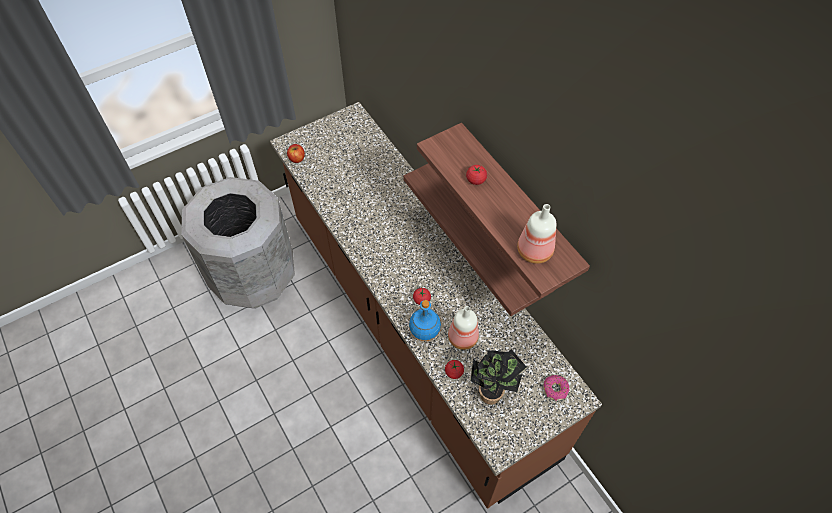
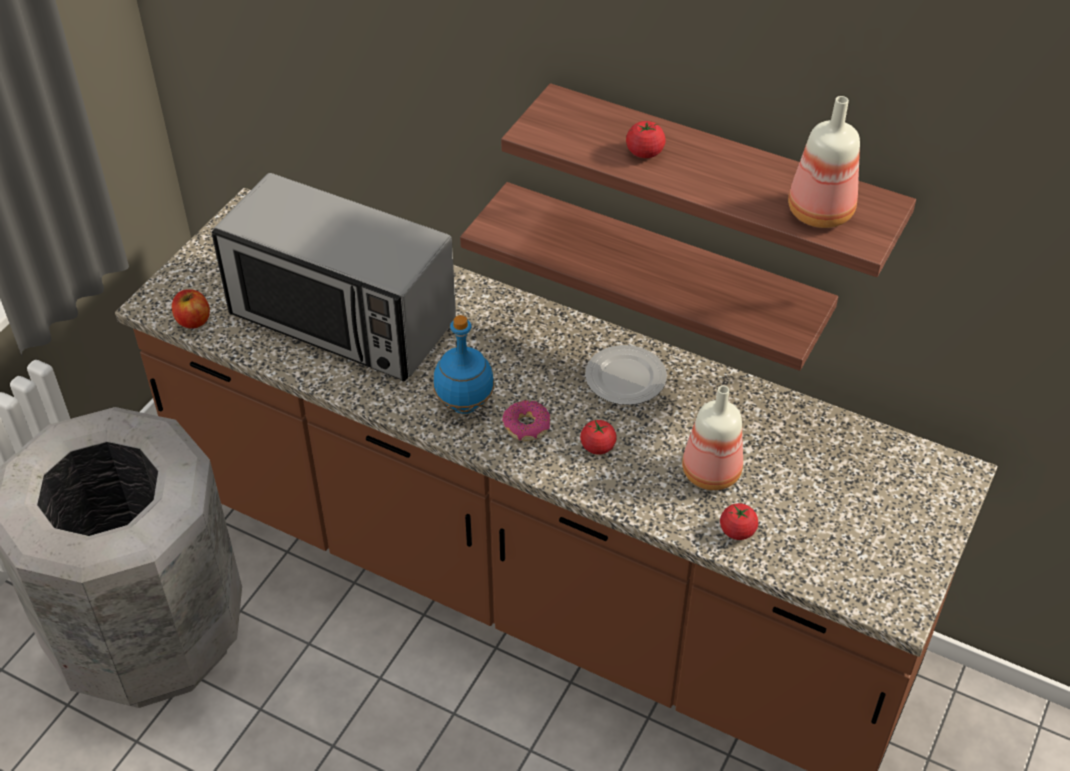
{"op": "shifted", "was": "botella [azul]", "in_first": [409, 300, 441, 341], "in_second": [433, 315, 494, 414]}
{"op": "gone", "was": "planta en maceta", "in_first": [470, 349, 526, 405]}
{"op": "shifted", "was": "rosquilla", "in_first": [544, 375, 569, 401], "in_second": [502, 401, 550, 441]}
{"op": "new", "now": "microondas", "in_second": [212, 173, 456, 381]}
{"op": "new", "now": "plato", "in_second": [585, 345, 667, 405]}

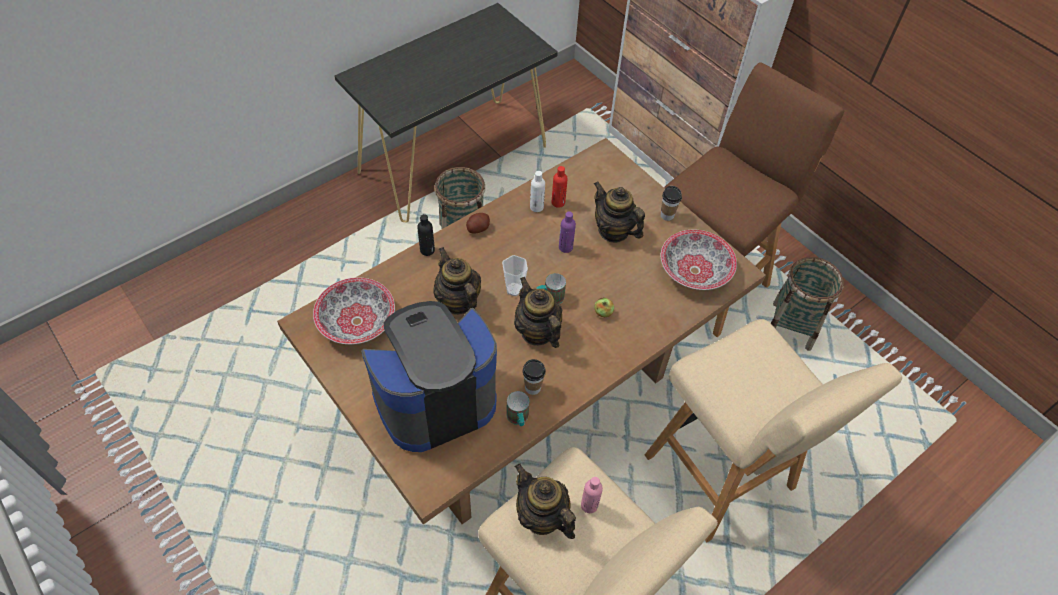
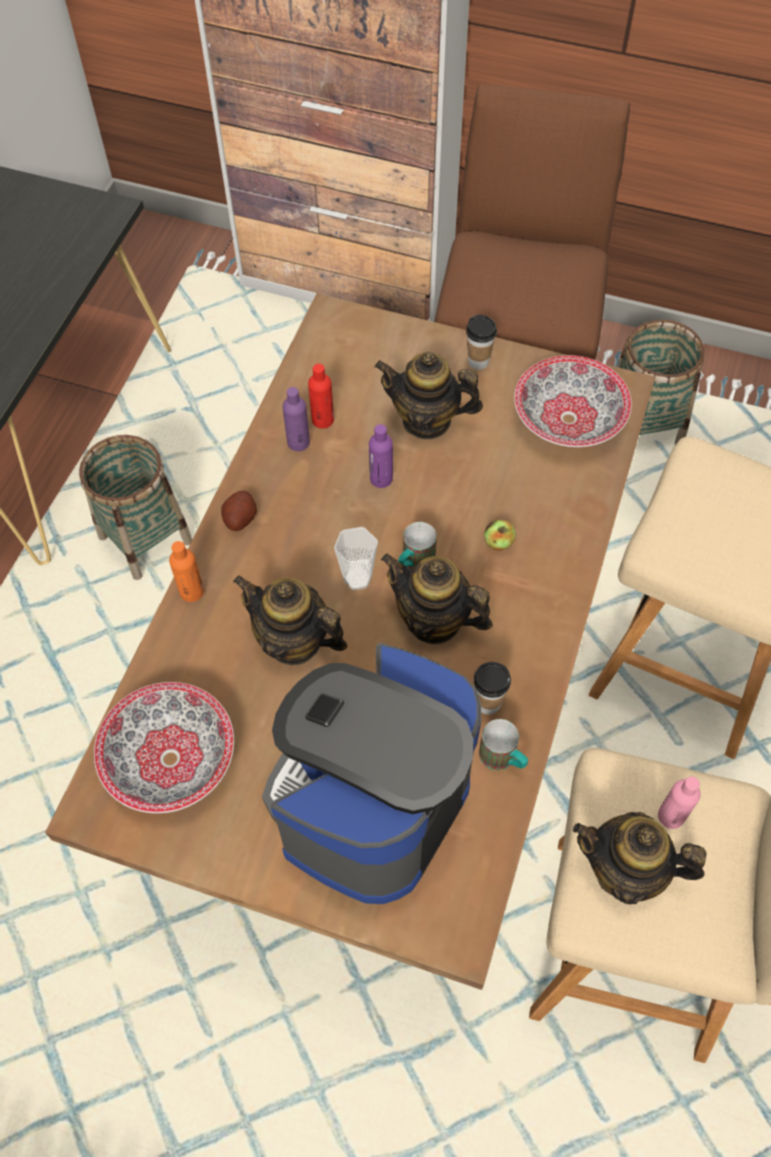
{"op": "repainted", "was": "botella [negro]", "now": "botella [naranja]", "in_first": [417, 214, 435, 256], "in_second": [169, 541, 204, 602]}
{"op": "repainted", "was": "botella [blanco]", "now": "botella [morado]", "in_first": [530, 171, 545, 212], "in_second": [283, 387, 310, 451]}

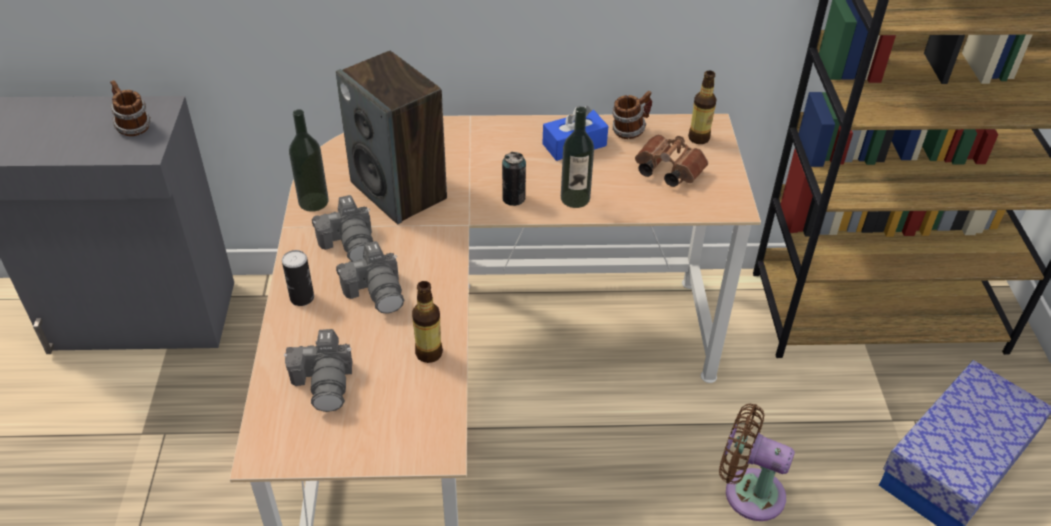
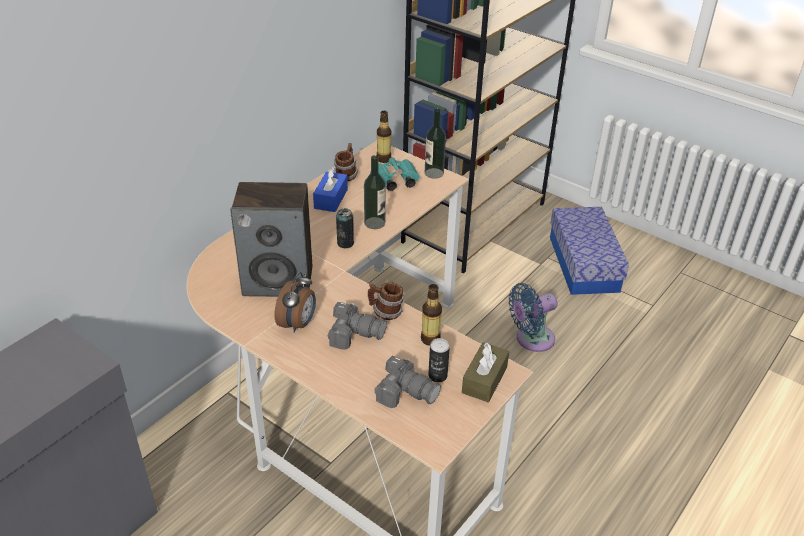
{"op": "shifted", "was": "taza grande", "in_first": [110, 80, 151, 136], "in_second": [368, 282, 404, 320]}
{"op": "shifted", "was": "lata", "in_first": [282, 250, 314, 306], "in_second": [428, 338, 450, 382]}
{"op": "shifted", "was": "botella", "in_first": [289, 109, 329, 212], "in_second": [425, 109, 446, 179]}
{"op": "swapped", "was": "cámara", "now": "despertador", "in_first": [312, 195, 373, 262], "in_second": [274, 272, 316, 333]}
{"op": "repainted", "was": "prismáticos [marrón]", "now": "prismáticos [turquesa]", "in_first": [635, 134, 708, 187], "in_second": [370, 157, 420, 191]}
{"op": "repainted", "was": "ventilador [marrón]", "now": "ventilador [azul]", "in_first": [719, 404, 795, 521], "in_second": [509, 283, 558, 352]}
{"op": "new", "now": "caja de pañuelos [marrón]", "in_second": [462, 342, 509, 403]}

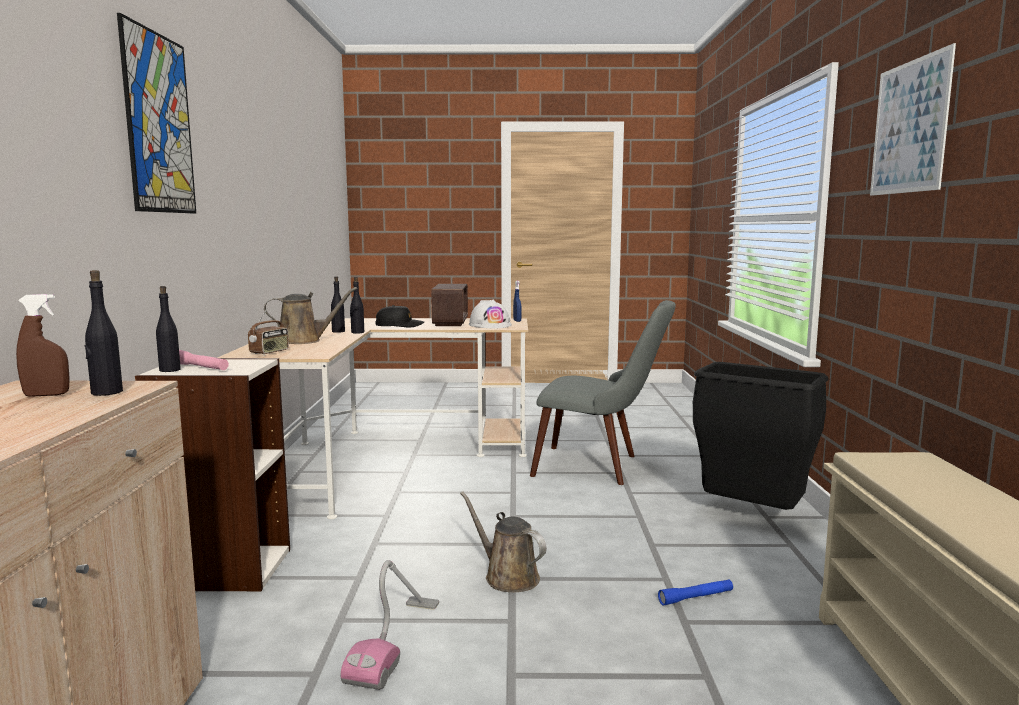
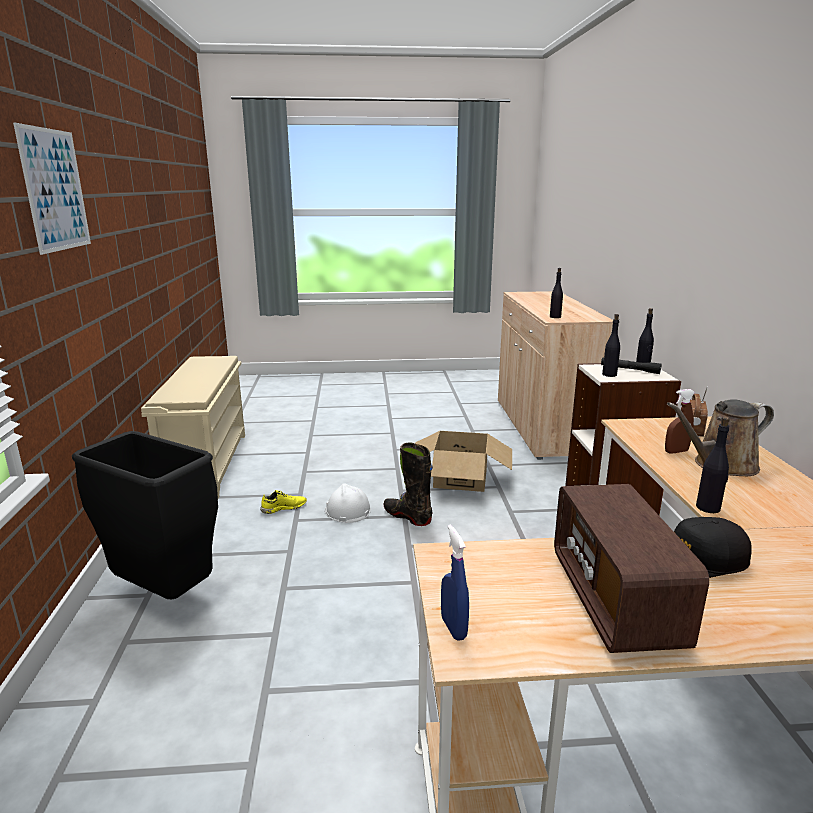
{"op": "shifted", "was": "pulverizador [marrón]", "in_first": [16, 294, 70, 397], "in_second": [665, 389, 695, 453]}
{"op": "gone", "was": "cuadro", "in_first": [117, 13, 196, 213]}
{"op": "repainted", "was": "linterna [rosa]", "now": "linterna [negro]", "in_first": [179, 350, 229, 370], "in_second": [601, 358, 662, 374]}
{"op": "shifted", "was": "botella [negro]", "in_first": [331, 276, 345, 333], "in_second": [602, 314, 620, 377]}
{"op": "swapped", "was": "aspiradora", "now": "caja de cartón", "in_first": [340, 560, 439, 690], "in_second": [415, 431, 512, 492]}
{"op": "swapped", "was": "regadera [marrón]", "now": "bota [negro]", "in_first": [460, 491, 547, 592], "in_second": [383, 443, 433, 526]}
{"op": "shifted", "was": "casco [blanco]", "in_first": [469, 300, 512, 329], "in_second": [325, 483, 371, 523]}
{"op": "gone", "was": "silla [gris]", "in_first": [530, 300, 676, 485]}
{"op": "swapped", "was": "linterna [azul]", "now": "zapato [amarillo]", "in_first": [658, 579, 733, 605], "in_second": [260, 490, 307, 514]}

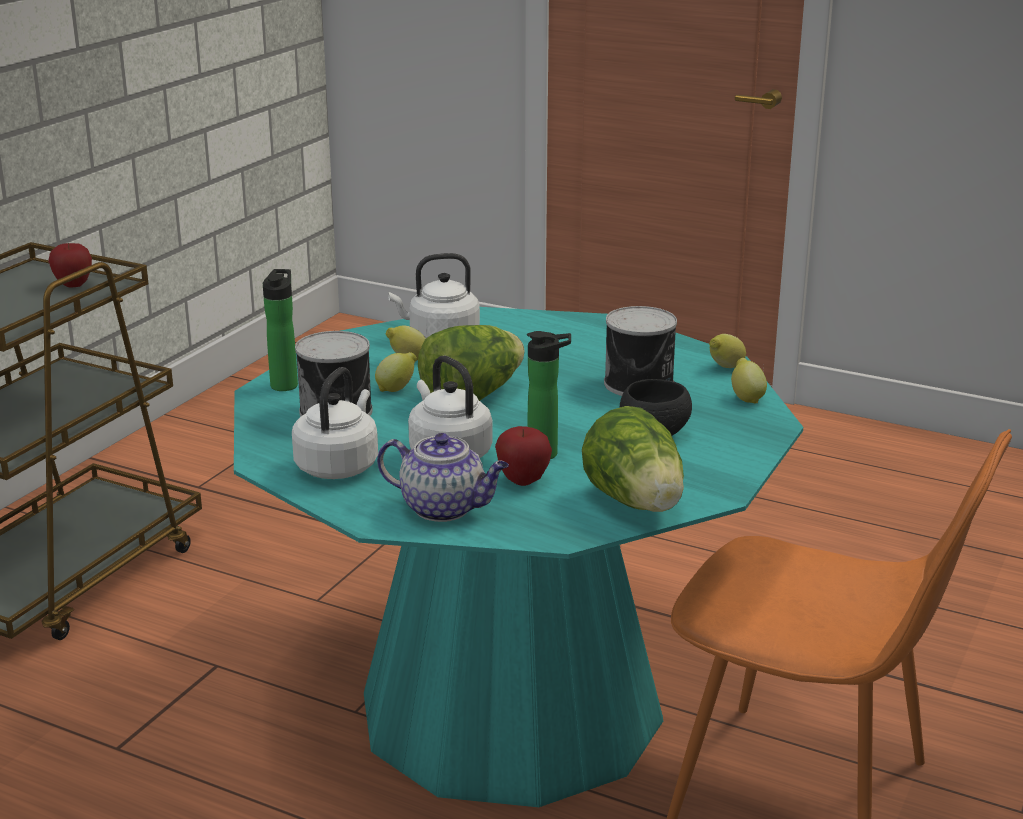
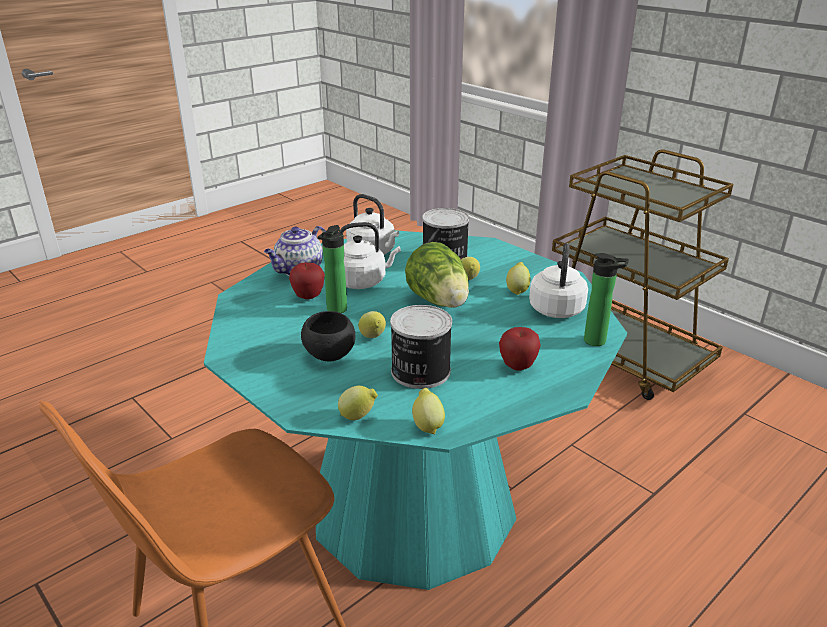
{"op": "shifted", "was": "manzana", "in_first": [48, 243, 92, 288], "in_second": [499, 327, 541, 371]}
{"op": "shifted", "was": "botella", "in_first": [263, 269, 298, 391], "in_second": [584, 253, 629, 346]}
{"op": "gone", "was": "lechuga", "in_first": [582, 406, 684, 512]}
{"op": "new", "now": "limón", "in_second": [358, 311, 386, 338]}

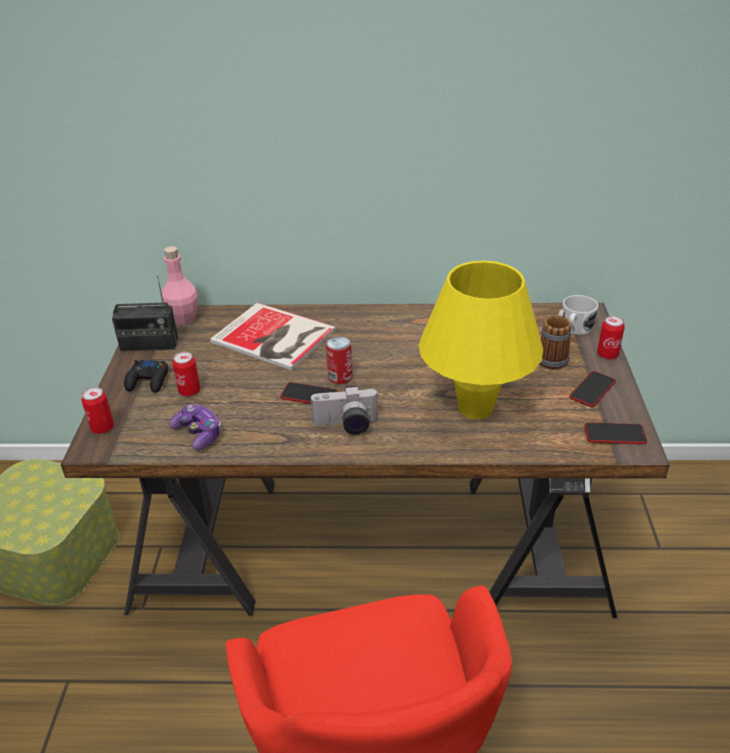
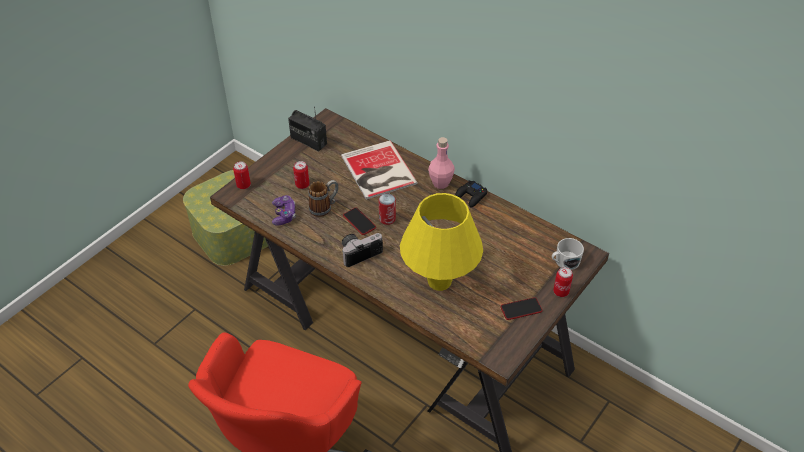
{"op": "shifted", "was": "mando de consola [negro]", "in_first": [124, 360, 168, 393], "in_second": [455, 180, 487, 207]}
{"op": "shifted", "was": "botella [rosa]", "in_first": [161, 246, 198, 325], "in_second": [428, 137, 455, 189]}
{"op": "rotated", "was": "cámara", "in_first": [310, 386, 379, 435], "in_second": [342, 233, 383, 267], "clockwise": 120}
{"op": "shifted", "was": "taza grande", "in_first": [540, 309, 571, 369], "in_second": [309, 180, 339, 217]}
{"op": "gone", "was": "móvil", "in_first": [584, 422, 647, 444]}

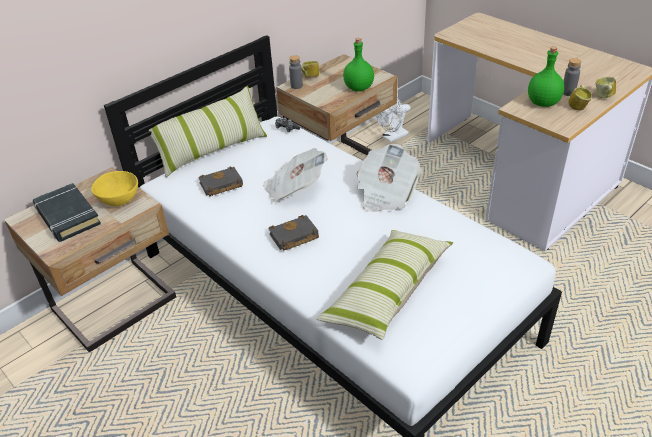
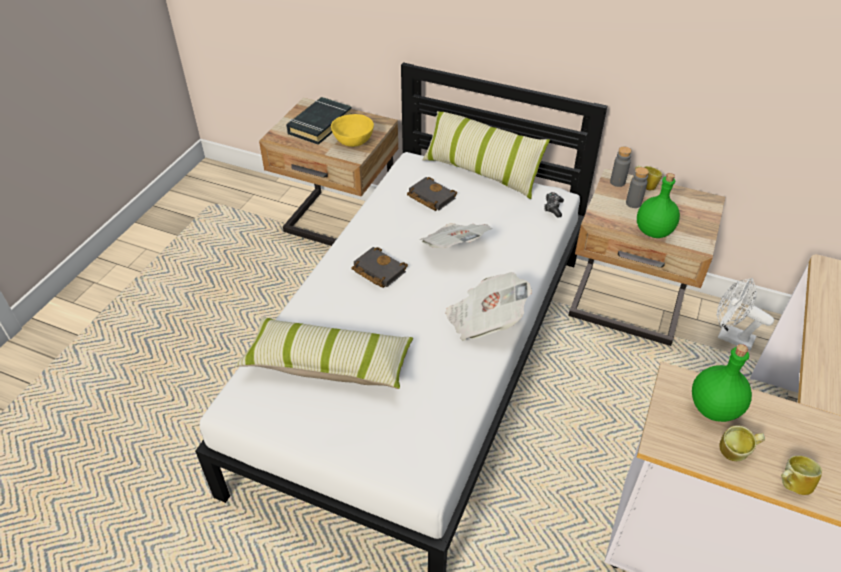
{"op": "shifted", "was": "botella [gris]", "in_first": [563, 58, 581, 96], "in_second": [626, 167, 649, 208]}

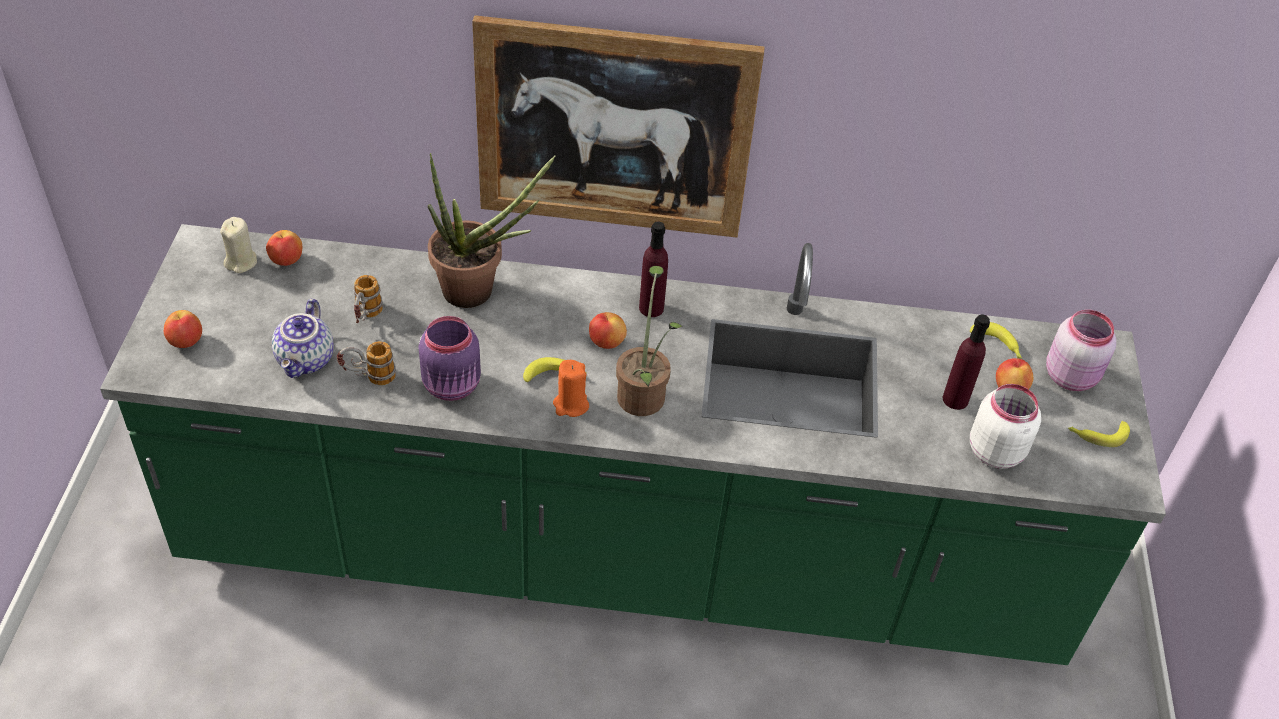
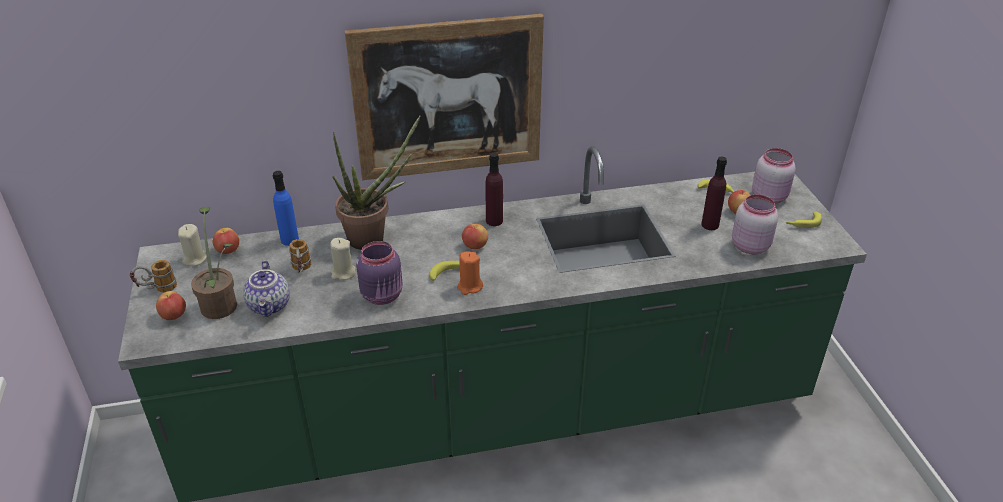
{"op": "shifted", "was": "taza grande", "in_first": [337, 341, 396, 385], "in_second": [130, 260, 177, 292]}
{"op": "shifted", "was": "planta en maceta", "in_first": [616, 266, 682, 416], "in_second": [191, 207, 237, 319]}
{"op": "repainted", "was": "tarro [blanco]", "now": "tarro [rosa]", "in_first": [970, 384, 1041, 469], "in_second": [732, 195, 778, 255]}
{"op": "new", "now": "botella [azul]", "in_second": [273, 171, 299, 246]}
{"op": "new", "now": "vela [beis]", "in_second": [330, 238, 356, 280]}

